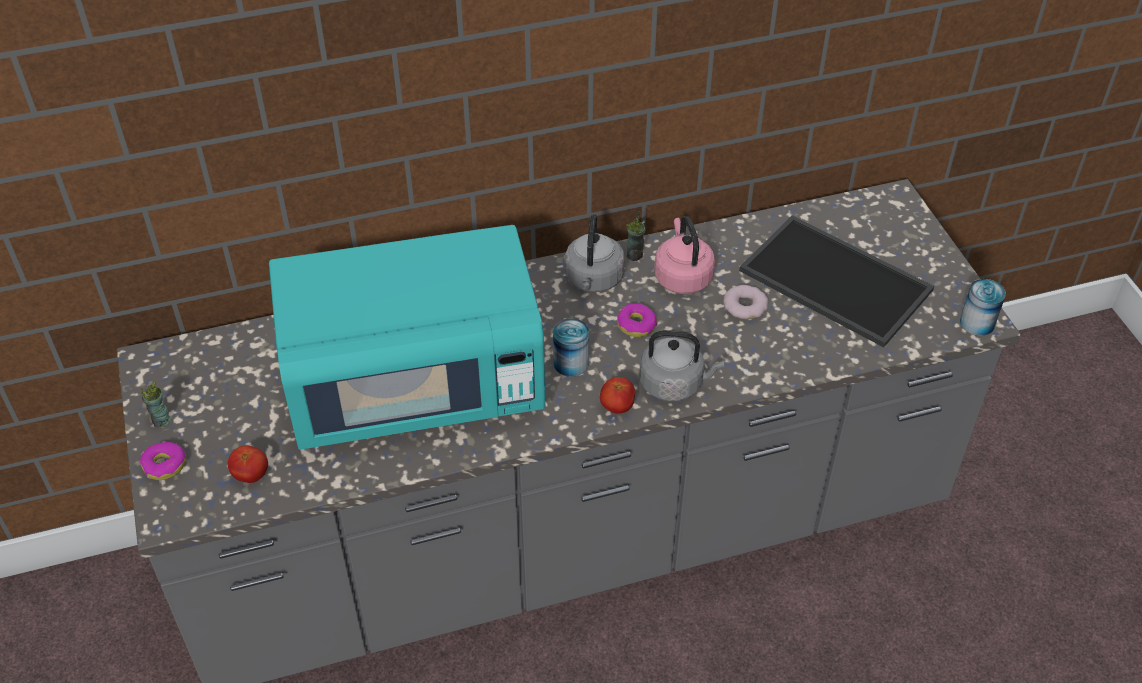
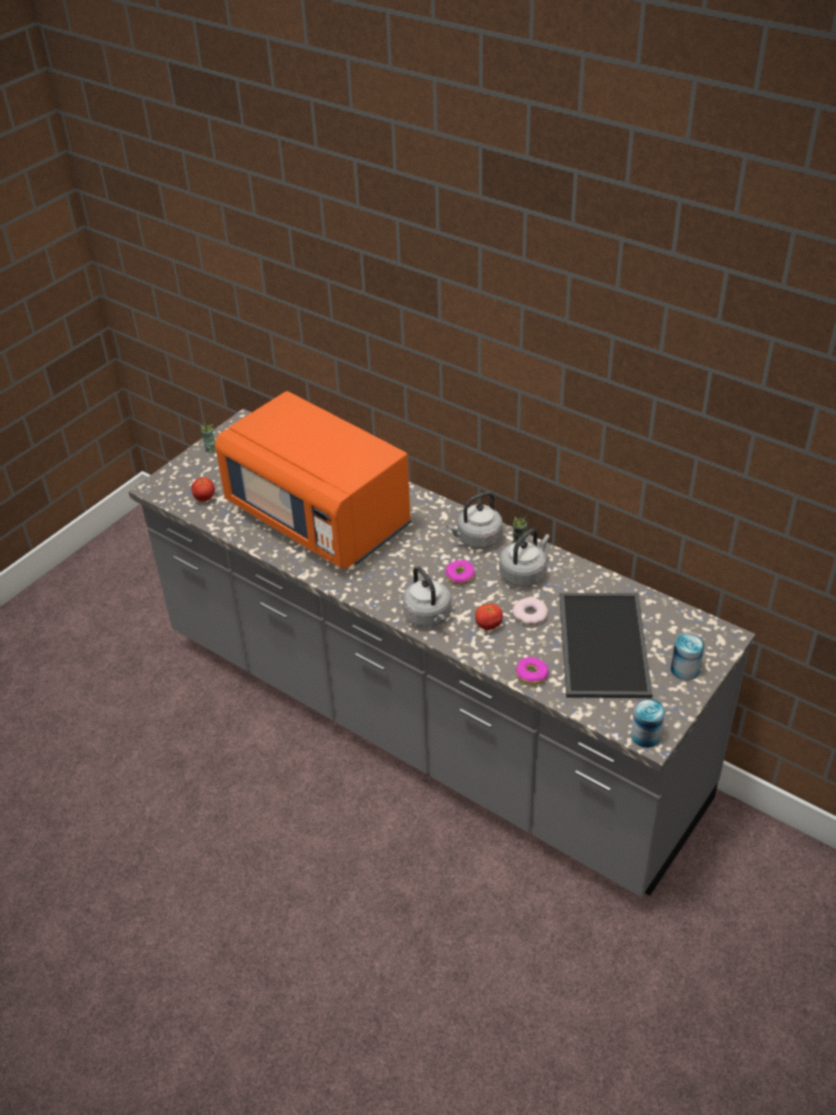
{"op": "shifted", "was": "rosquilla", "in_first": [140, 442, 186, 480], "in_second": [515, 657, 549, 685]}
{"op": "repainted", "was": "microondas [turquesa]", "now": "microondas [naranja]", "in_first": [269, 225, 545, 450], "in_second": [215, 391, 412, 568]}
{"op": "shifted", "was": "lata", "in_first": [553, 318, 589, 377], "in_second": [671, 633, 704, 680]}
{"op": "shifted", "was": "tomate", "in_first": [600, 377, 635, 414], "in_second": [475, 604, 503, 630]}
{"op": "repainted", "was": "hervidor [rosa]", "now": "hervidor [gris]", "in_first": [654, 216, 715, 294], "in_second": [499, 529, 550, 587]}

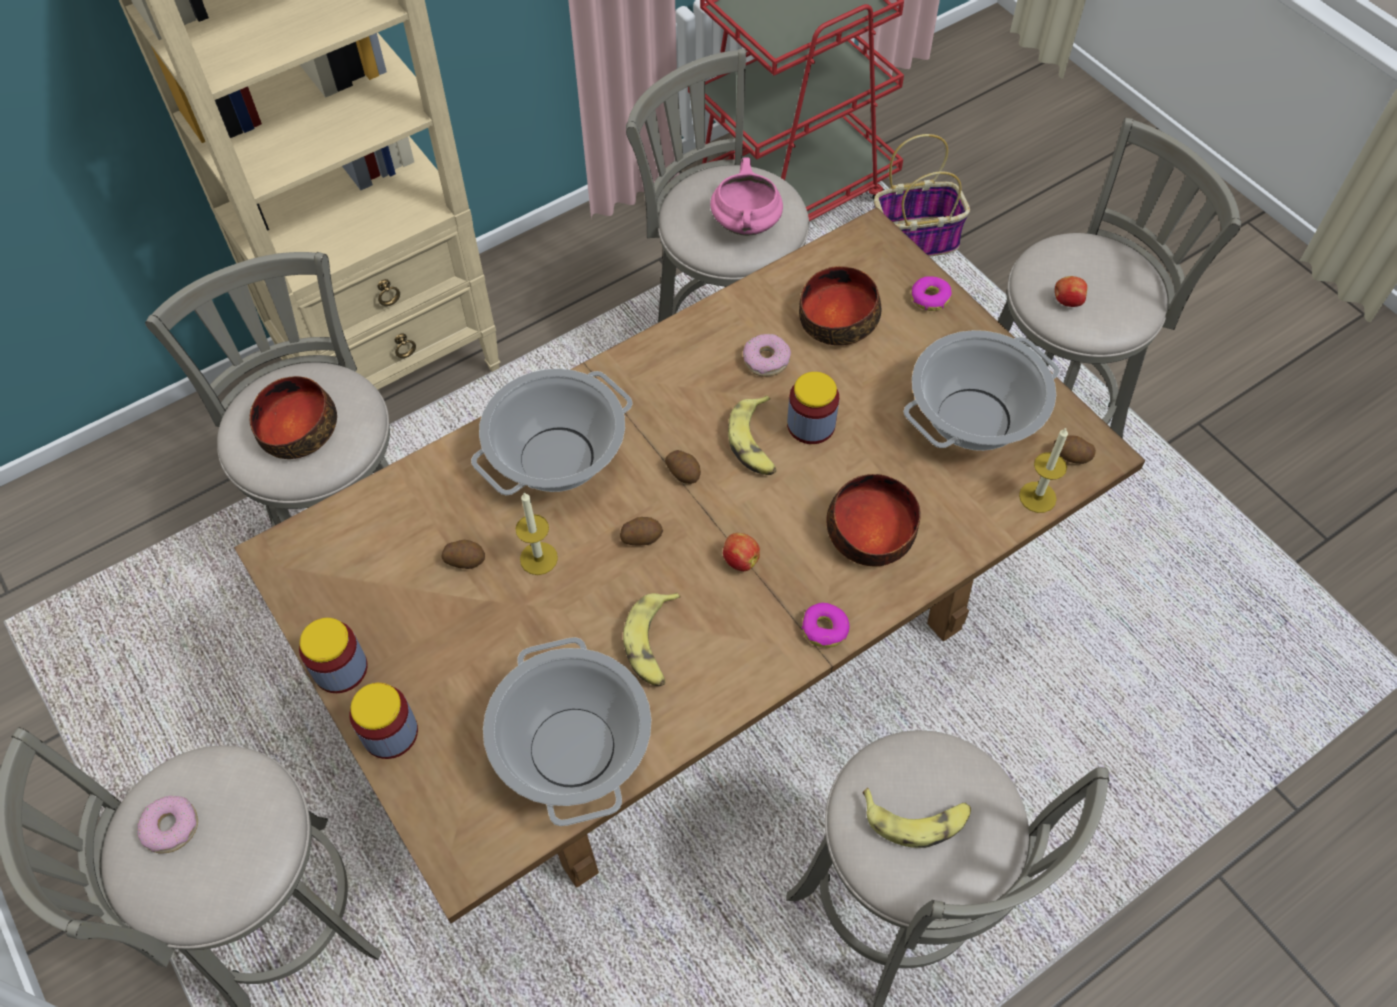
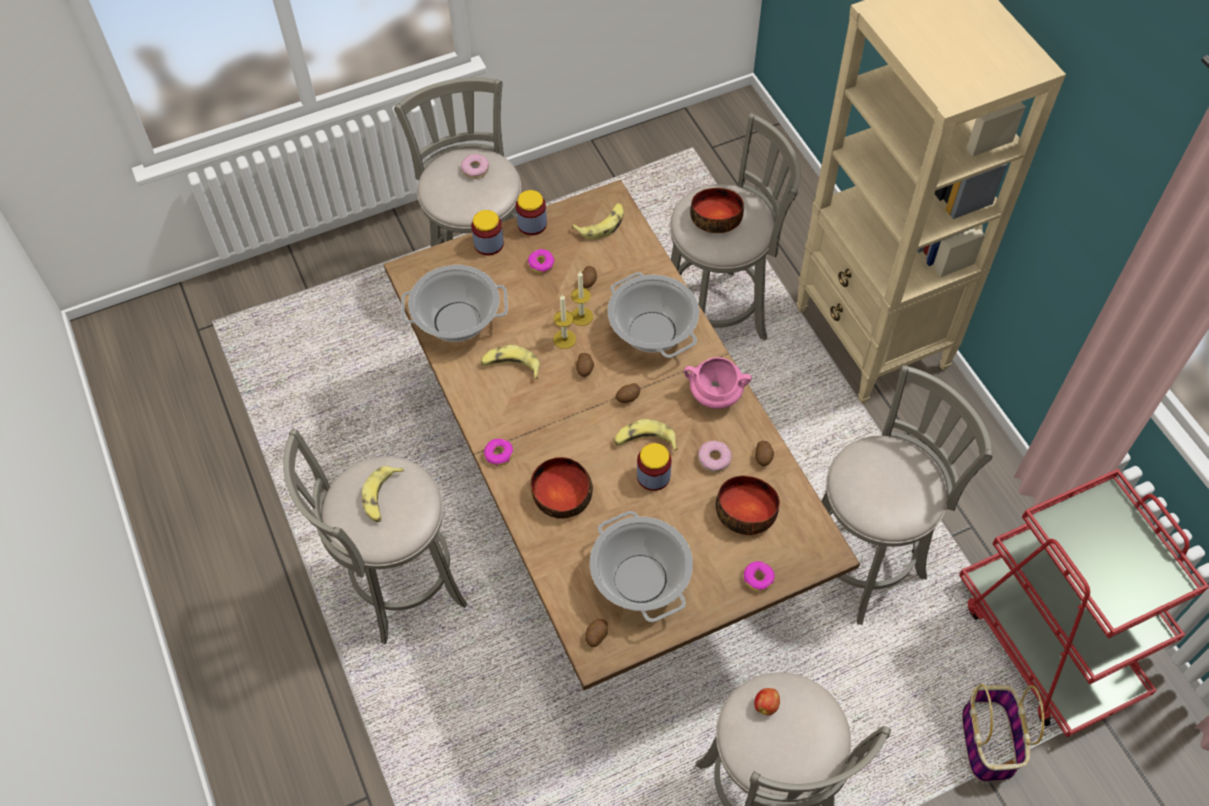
{"op": "shifted", "was": "olla [rosa]", "in_first": [710, 157, 783, 236], "in_second": [684, 357, 752, 409]}
{"op": "gone", "was": "manzana", "in_first": [723, 533, 760, 571]}
{"op": "shifted", "was": "vela", "in_first": [1019, 427, 1068, 513], "in_second": [553, 295, 576, 349]}
{"op": "new", "now": "rosquilla", "in_second": [528, 249, 555, 273]}
{"op": "new", "now": "plátano", "in_second": [572, 203, 624, 239]}
{"op": "new", "now": "patata", "in_second": [755, 441, 774, 466]}

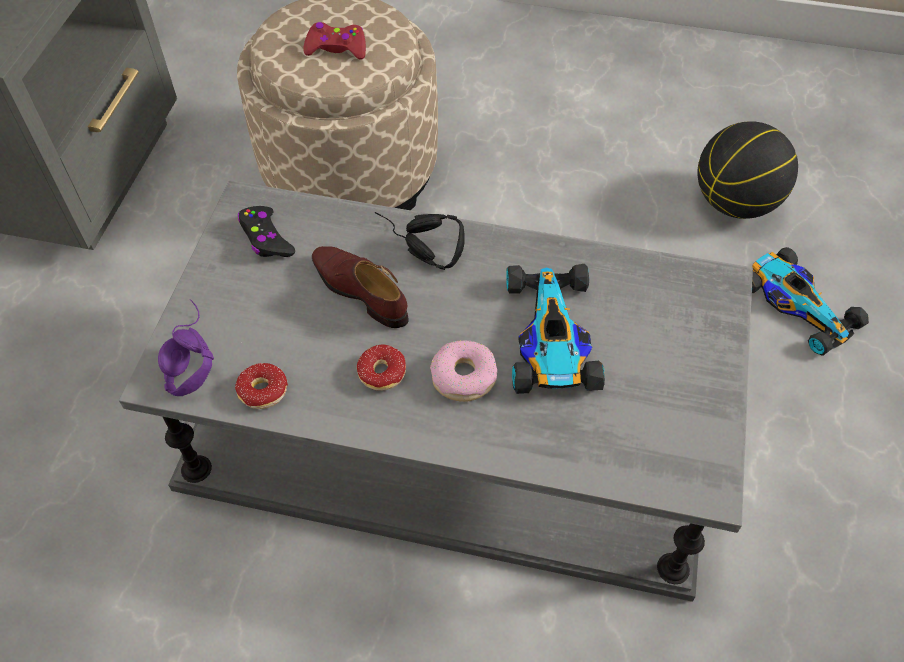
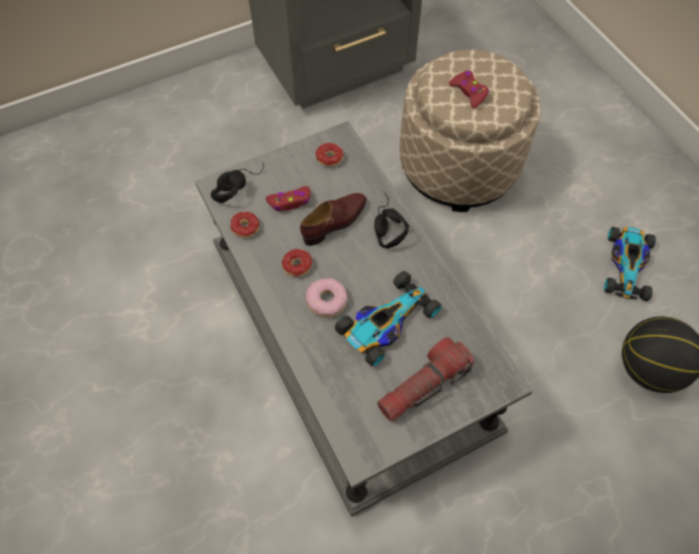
{"op": "repainted", "was": "auriculares [morado]", "now": "auriculares [negro]", "in_first": [158, 299, 214, 396], "in_second": [211, 163, 264, 203]}
{"op": "swapped", "was": "mando de consola [negro]", "now": "rosquilla", "in_first": [238, 206, 295, 257], "in_second": [316, 143, 343, 167]}
{"op": "rotated", "was": "zapato [marrón]", "in_first": [312, 246, 409, 328], "in_second": [300, 193, 367, 246], "clockwise": 45}
{"op": "shifted", "was": "coche de juguete", "in_first": [752, 247, 869, 356], "in_second": [604, 227, 656, 301]}
{"op": "new", "now": "mando de consola [rojo]", "in_second": [266, 186, 311, 211]}
{"op": "new", "now": "linterna", "in_second": [377, 337, 474, 422]}

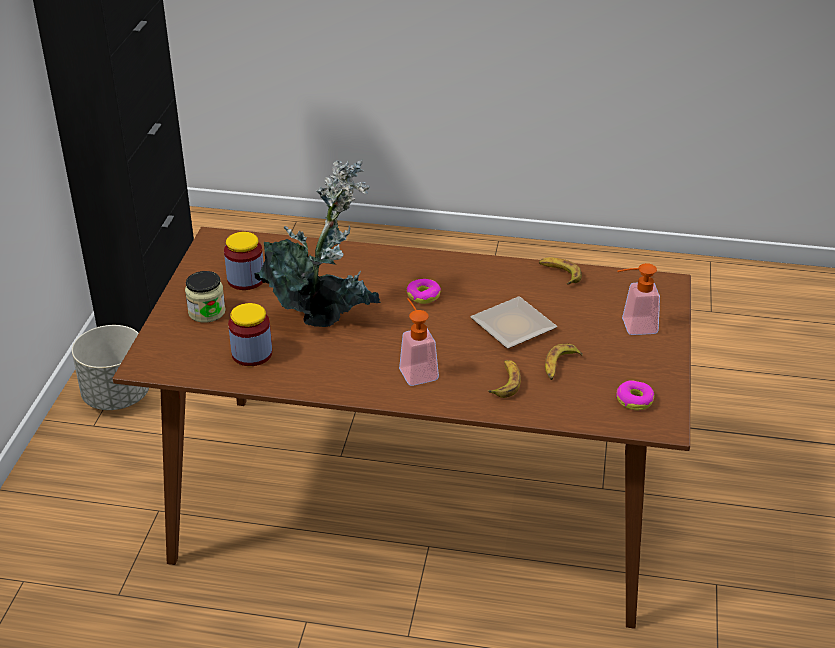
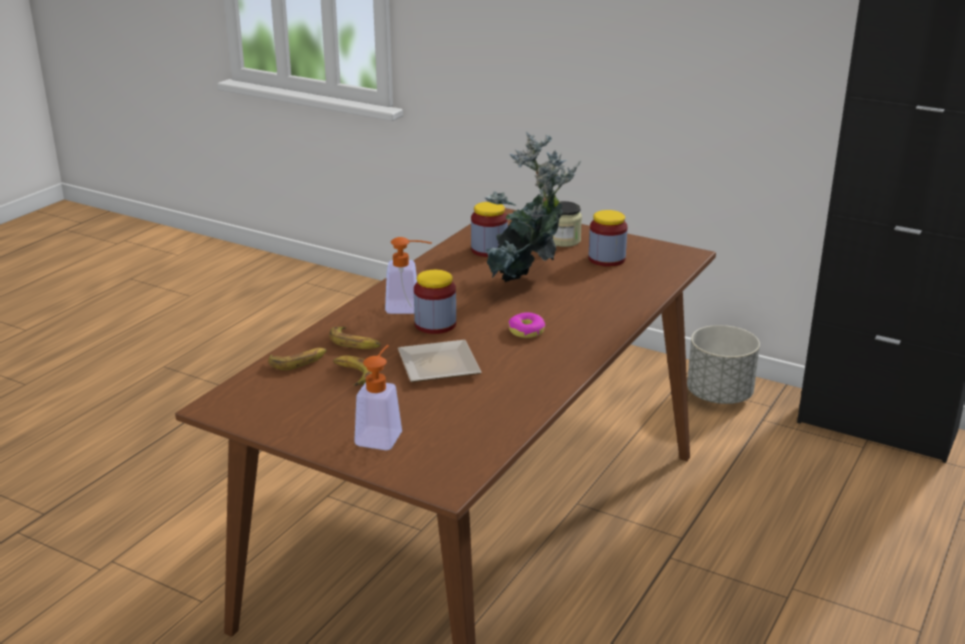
{"op": "shifted", "was": "plátano", "in_first": [539, 257, 582, 285], "in_second": [268, 348, 327, 370]}
{"op": "gone", "was": "rosquilla", "in_first": [616, 380, 654, 410]}
{"op": "new", "now": "tarro", "in_second": [414, 270, 456, 334]}

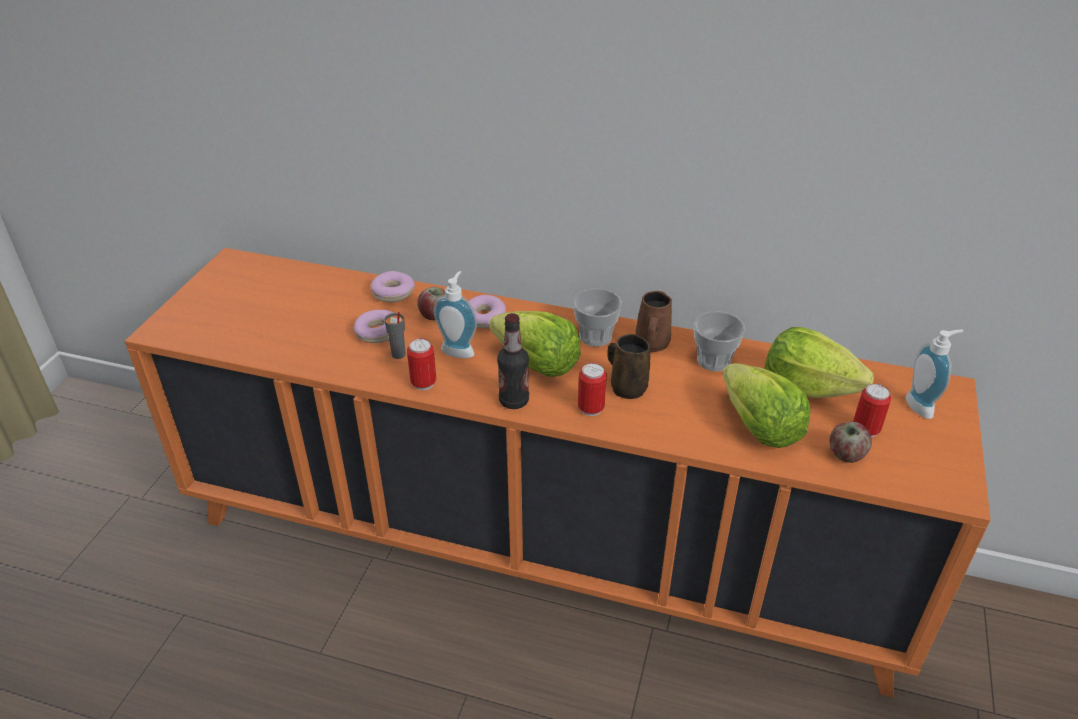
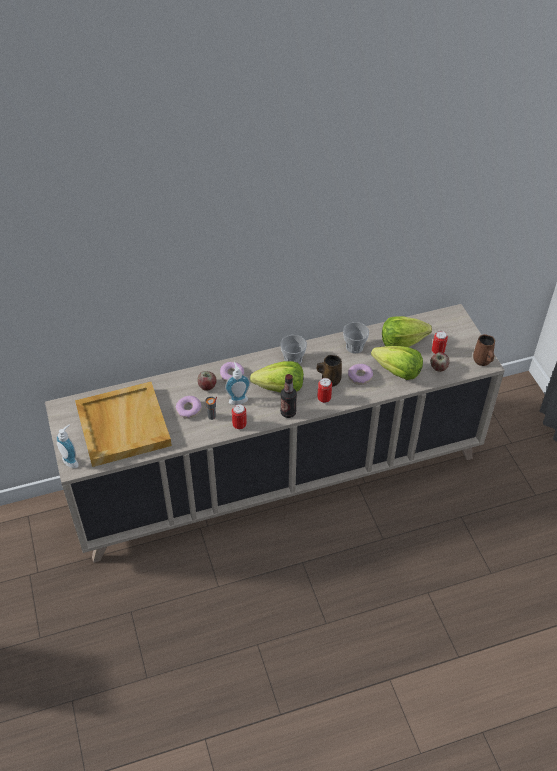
{"op": "repainted", "was": "armario [naranja]", "now": "armario [beis]", "in_first": [125, 248, 991, 697], "in_second": [45, 304, 505, 563]}
{"op": "shifted", "was": "rosquilla", "in_first": [371, 271, 415, 302], "in_second": [348, 364, 373, 385]}
{"op": "shifted", "was": "taza grande [marrón]", "in_first": [635, 291, 672, 352], "in_second": [473, 334, 495, 366]}
{"op": "shifted", "was": "dispensador de jabón", "in_first": [905, 330, 963, 419], "in_second": [56, 424, 78, 468]}
{"op": "new", "now": "bandeja [beis]", "in_second": [75, 382, 172, 467]}

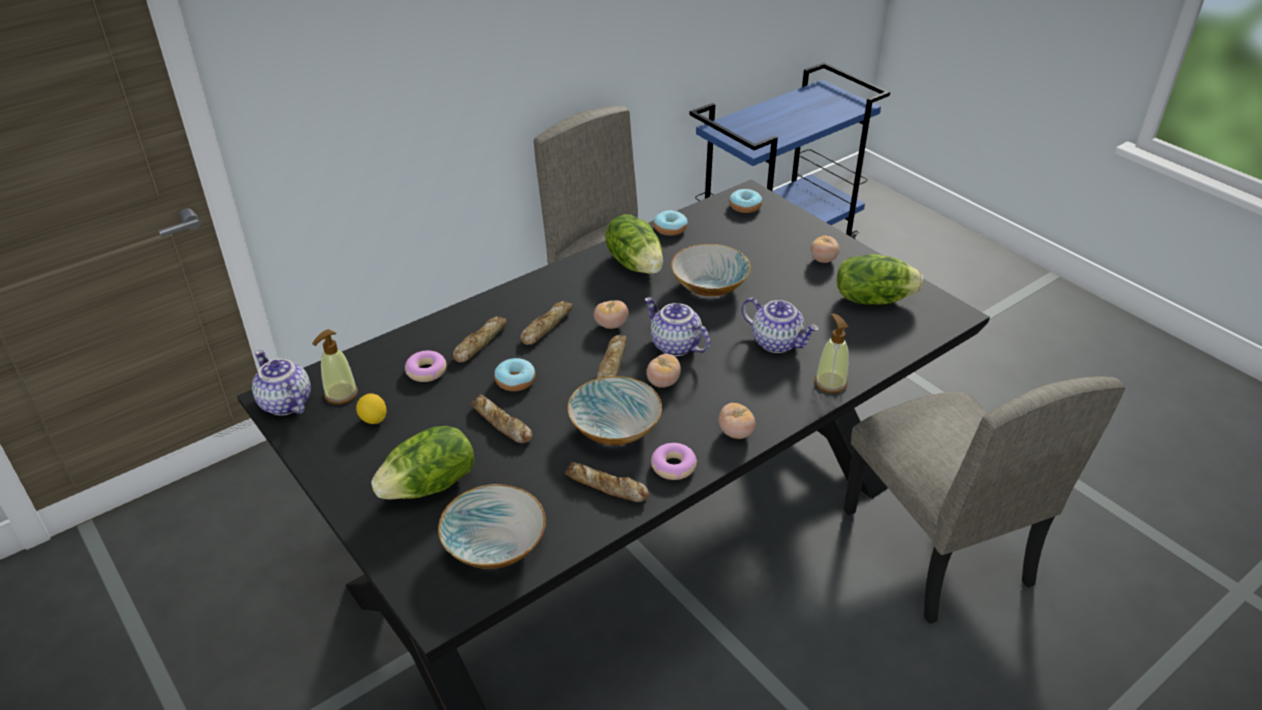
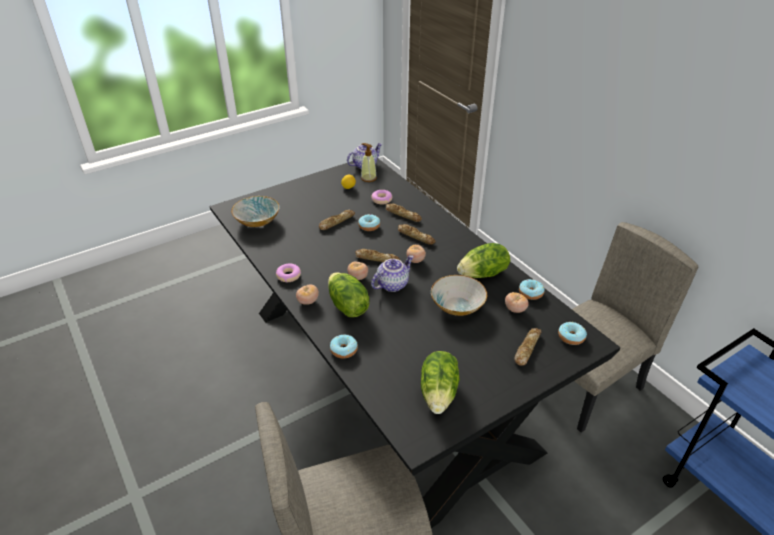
{"op": "shifted", "was": "lechuga", "in_first": [371, 426, 474, 500], "in_second": [328, 272, 370, 317]}
{"op": "shifted", "was": "pan", "in_first": [565, 462, 649, 502], "in_second": [514, 328, 541, 366]}
{"op": "gone", "was": "cuenco", "in_first": [567, 376, 662, 445]}
{"op": "gone", "was": "tetera", "in_first": [741, 297, 819, 353]}
{"op": "shifted", "was": "tomate", "in_first": [810, 236, 840, 263], "in_second": [505, 292, 529, 313]}
{"op": "swapped", "was": "dispensador de jabón", "now": "rosquilla", "in_first": [814, 313, 849, 393], "in_second": [330, 335, 358, 359]}

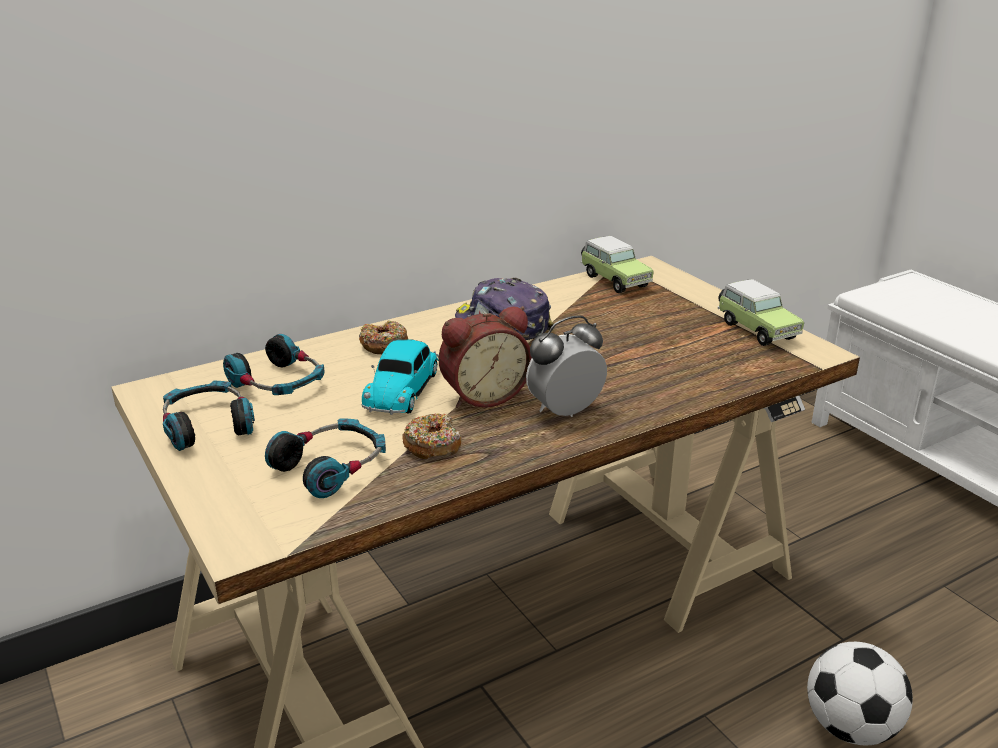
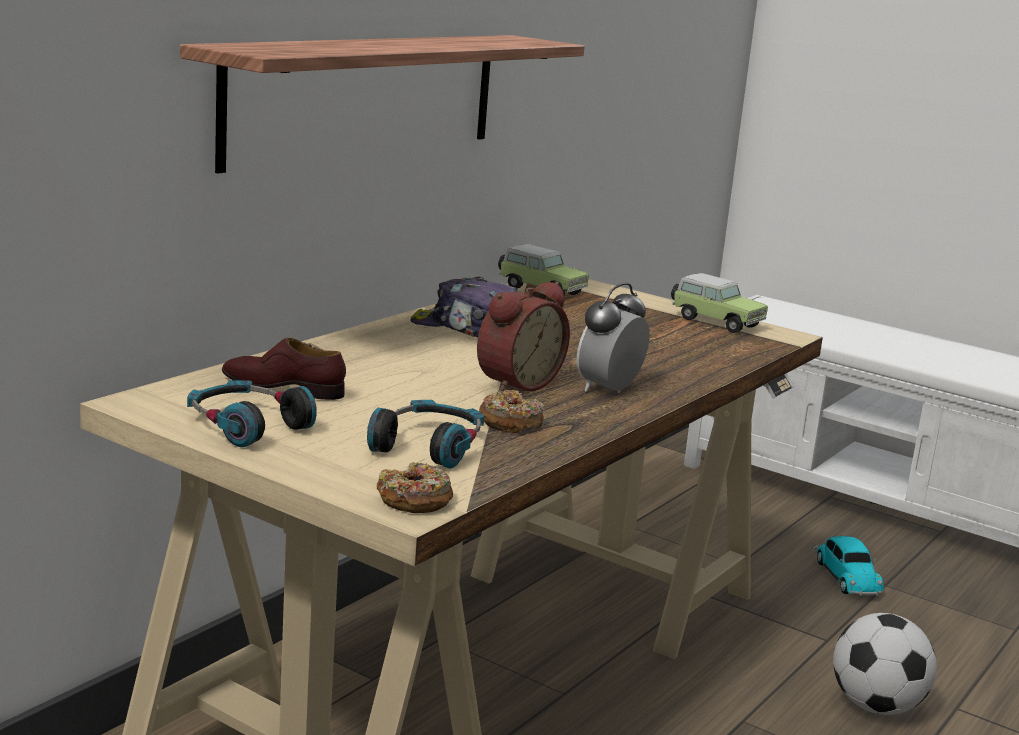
{"op": "swapped", "was": "auriculares", "now": "zapato [marrón]", "in_first": [223, 334, 325, 395], "in_second": [222, 337, 346, 400]}
{"op": "shifted", "was": "rosquilla", "in_first": [359, 320, 408, 354], "in_second": [377, 462, 453, 513]}
{"op": "shifted", "was": "coche de juguete", "in_first": [362, 339, 439, 415], "in_second": [814, 536, 884, 596]}
{"op": "new", "now": "estante", "in_second": [180, 35, 585, 174]}

